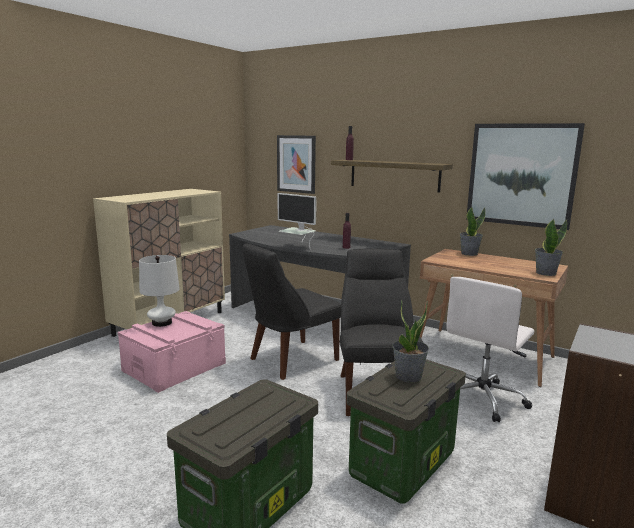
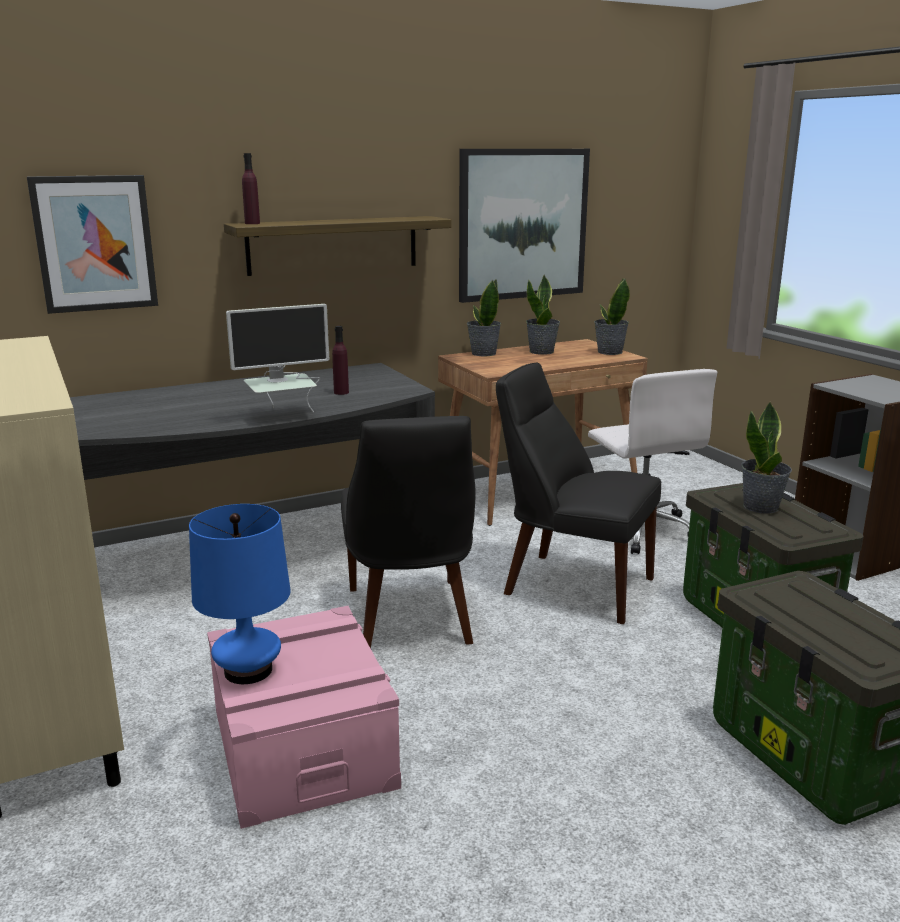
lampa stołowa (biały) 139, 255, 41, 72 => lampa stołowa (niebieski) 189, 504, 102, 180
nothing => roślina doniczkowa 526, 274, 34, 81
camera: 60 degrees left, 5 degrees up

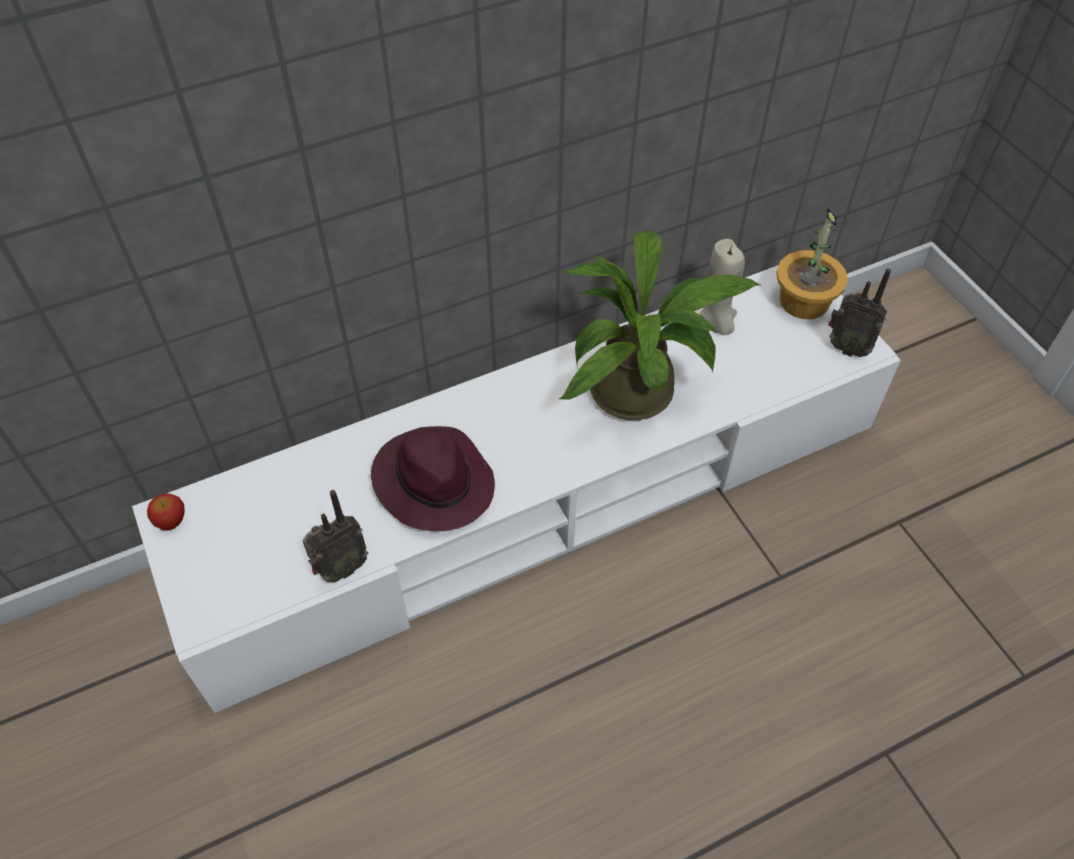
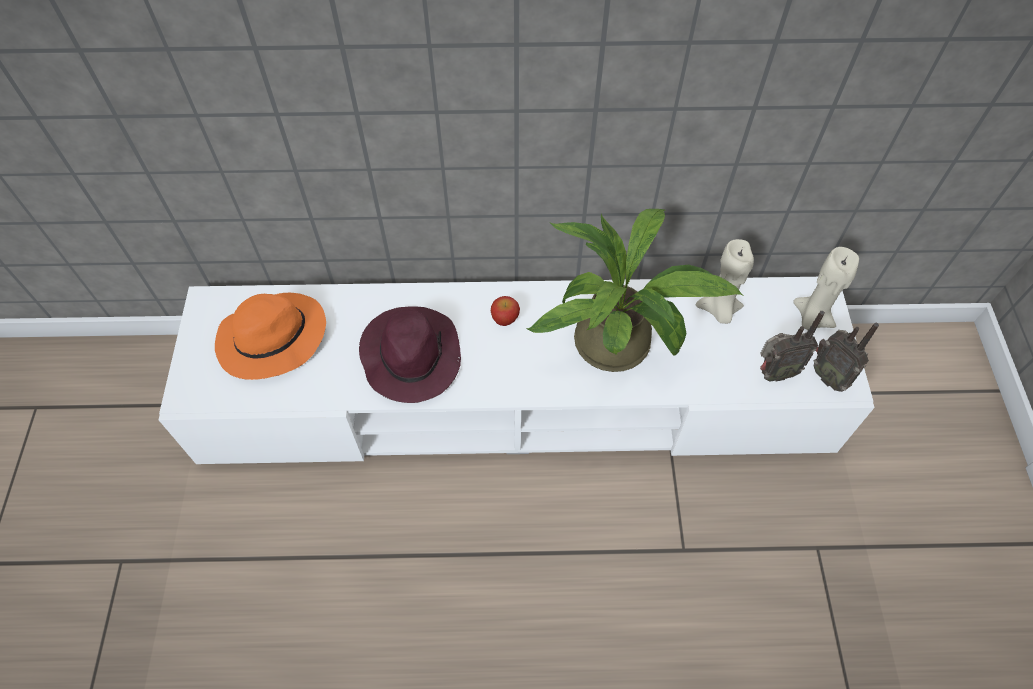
roślina doniczkowa 776, 207, 72, 112 => świeca (beżowy) 793, 247, 66, 83
radio 302, 490, 66, 93 => radio 760, 311, 65, 71, shifted
jabłko 147, 493, 38, 37 => jabłko 491, 296, 29, 30, shifted
nothing => kapelusz (pomarańczowy) 215, 293, 111, 87
camera: 25 degrees right, 5 degrees up

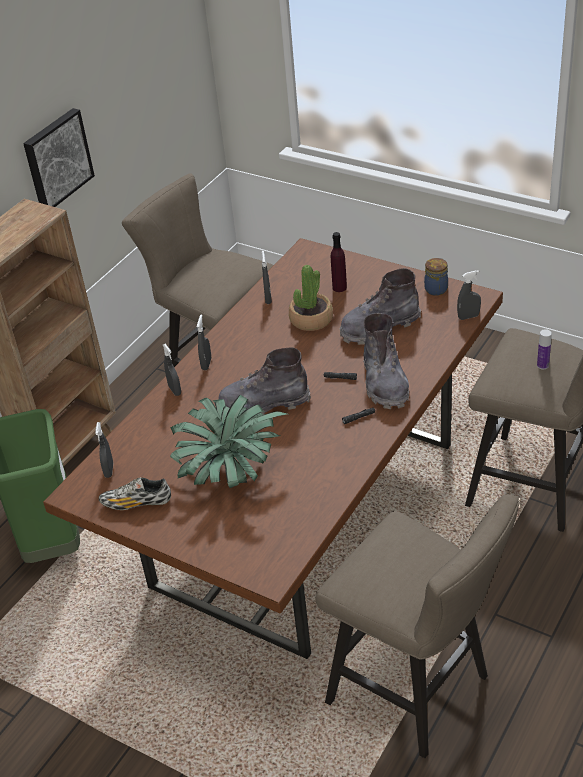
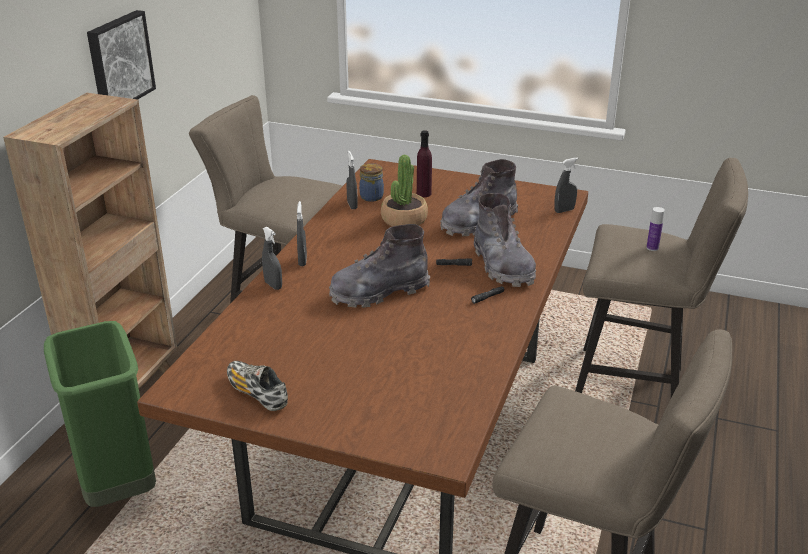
słoik 424, 258, 24, 38 => słoik 359, 163, 25, 39, shifted
roślina doniczkowa 170, 395, 120, 93 => nothing
spryskiwacz (szary) 95, 422, 18, 56 => nothing
but 99, 477, 72, 33 => but 227, 361, 61, 50, 60 degrees clockwise
camera: 15 degrees left, 10 degrees down

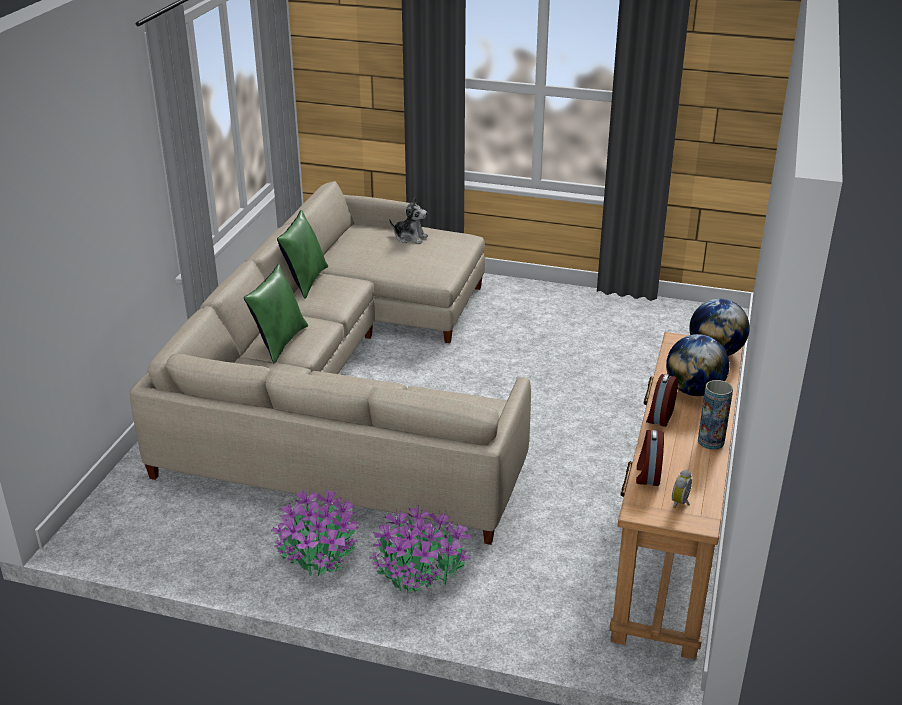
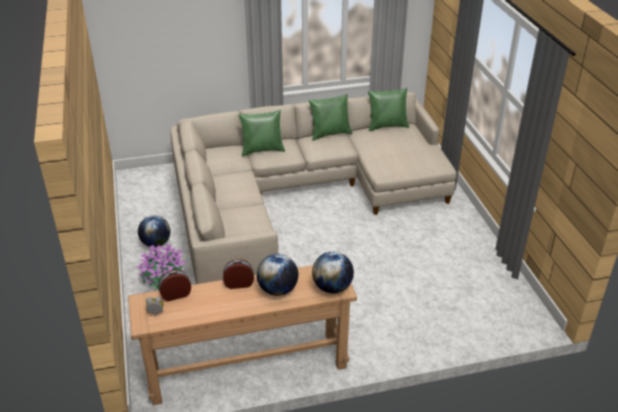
pluszak 389, 197, 39, 47 => nothing
wazon 698, 380, 35, 70 => nothing
roślina doniczkowa 271, 489, 87, 87 => globus 138, 215, 32, 32
nothing => poduszka (zielony) 368, 88, 41, 43
camera: 60 degrees right, 5 degrees up

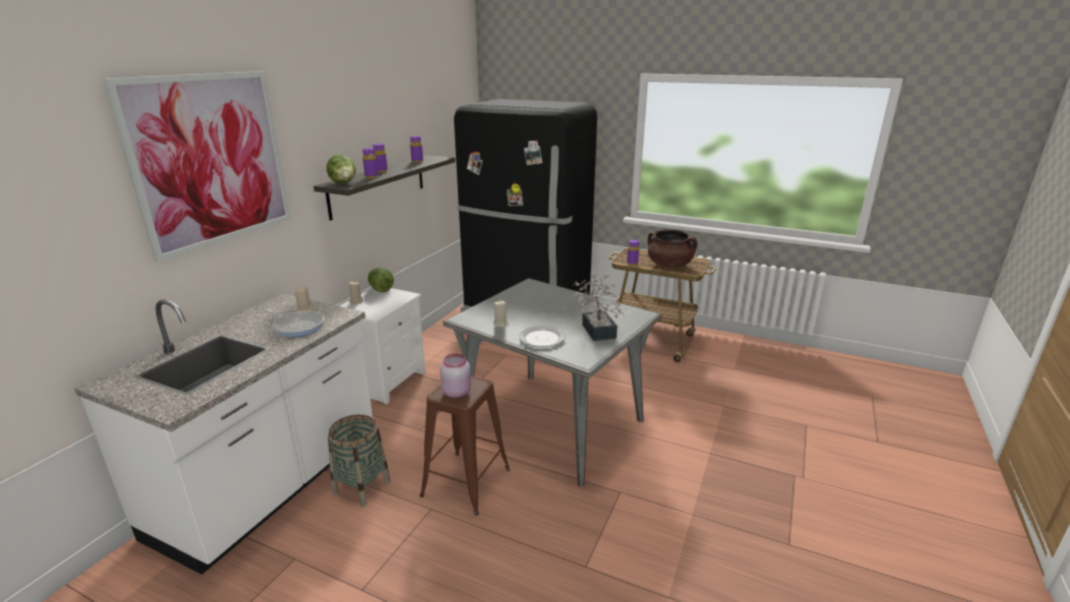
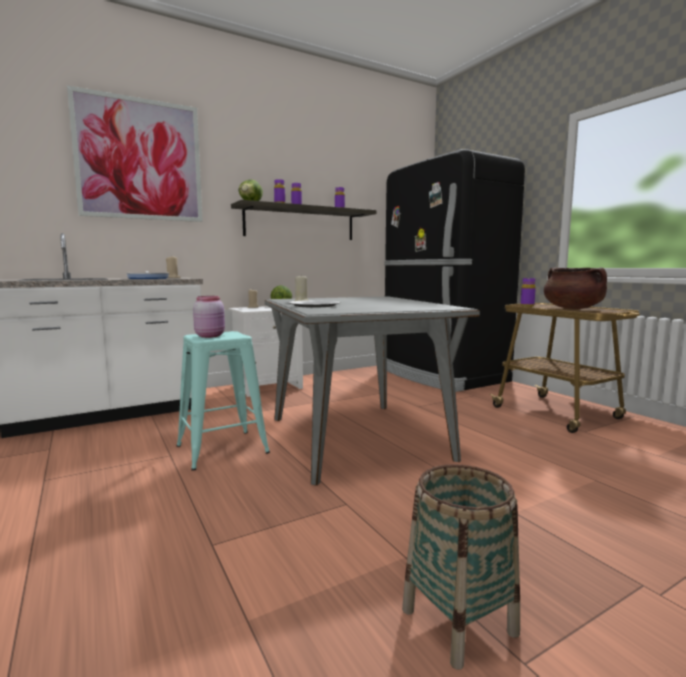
roślina doniczkowa 573, 274, 52, 67 => nothing
stołek (brązowy) 420, 376, 90, 140 => stołek (turkusowy) 177, 331, 93, 139
koszyk 328, 415, 63, 92 => koszyk 402, 464, 118, 206, shifted
camera: 35 degrees right, 15 degrees down

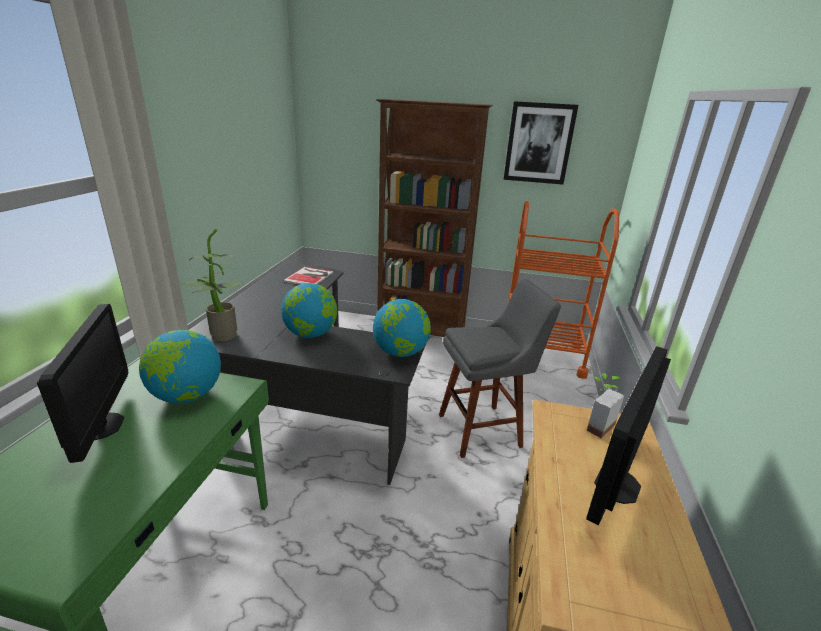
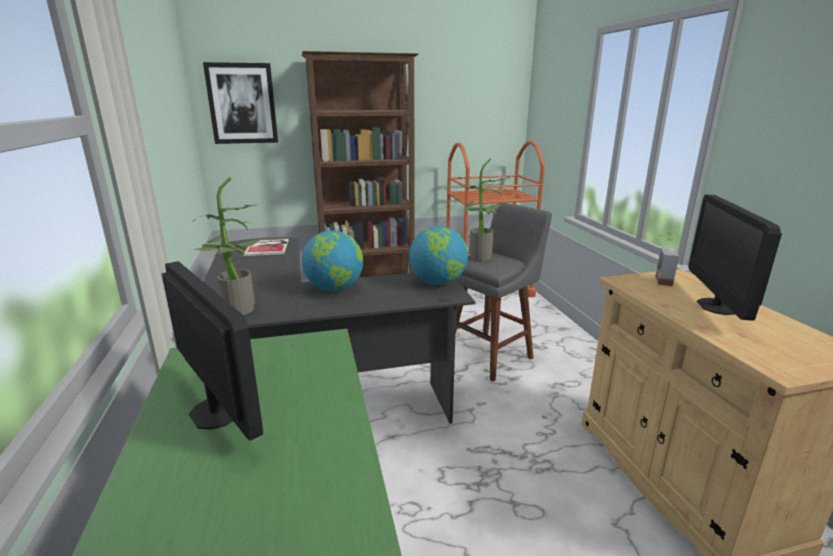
obraz 504, 101, 74, 84 => obraz 203, 62, 75, 82, shifted
globus 139, 330, 82, 73 => nothing
nothing => roślina doniczkowa 464, 158, 48, 103
camera: 25 degrees left, 5 degrees down

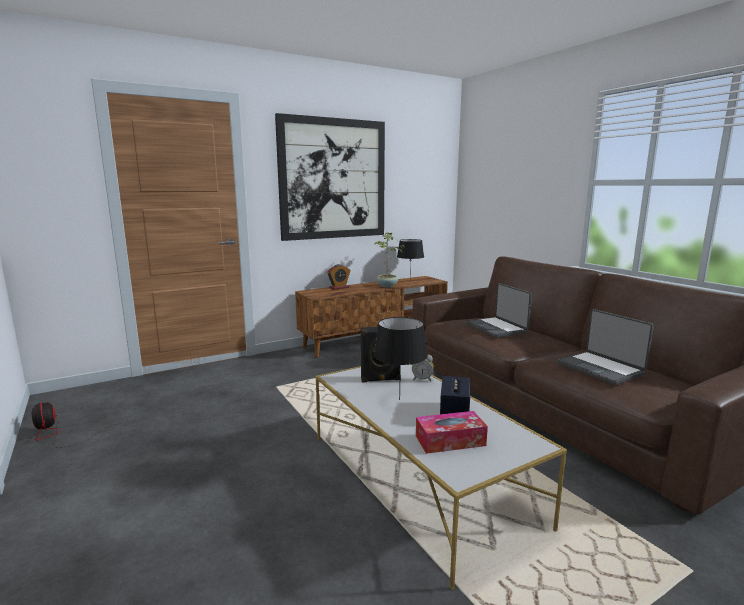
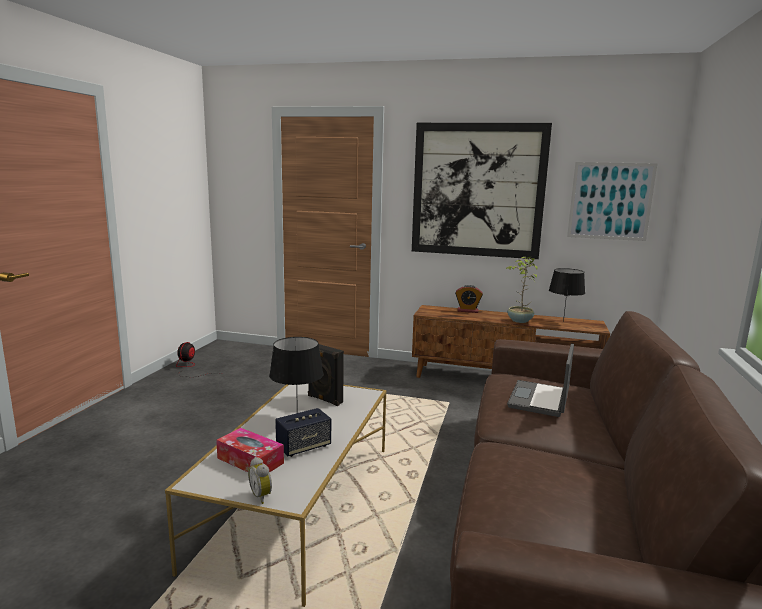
laptop 557, 309, 97, 76 => nothing
budzik 412, 355, 22, 27 => budzik 248, 457, 24, 47, shifted
nothing => obraz 567, 162, 90, 79
camera: 45 degrees right, 0 degrees up

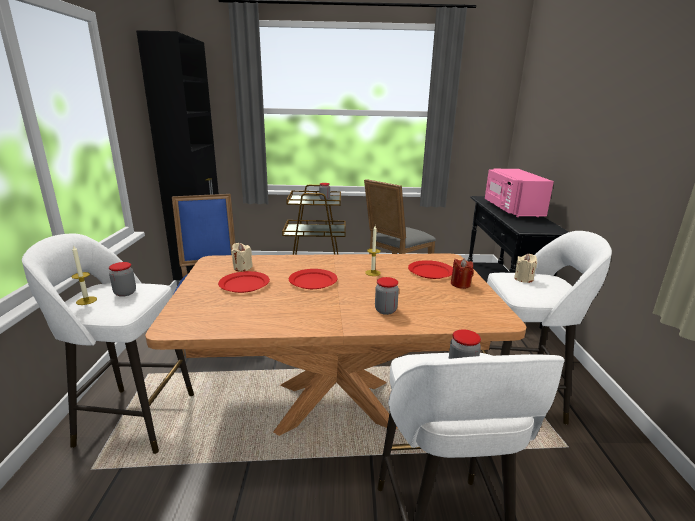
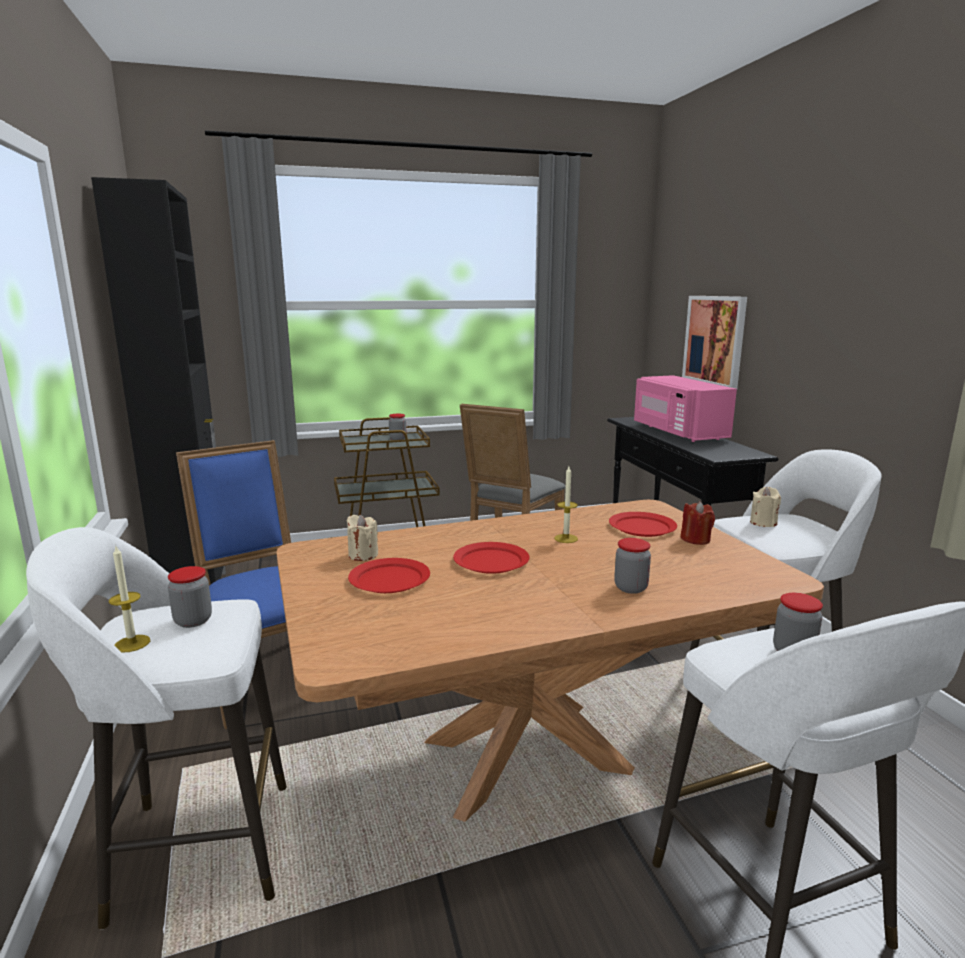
nothing => obraz 682, 296, 65, 93
camera: 15 degrees left, 5 degrees down

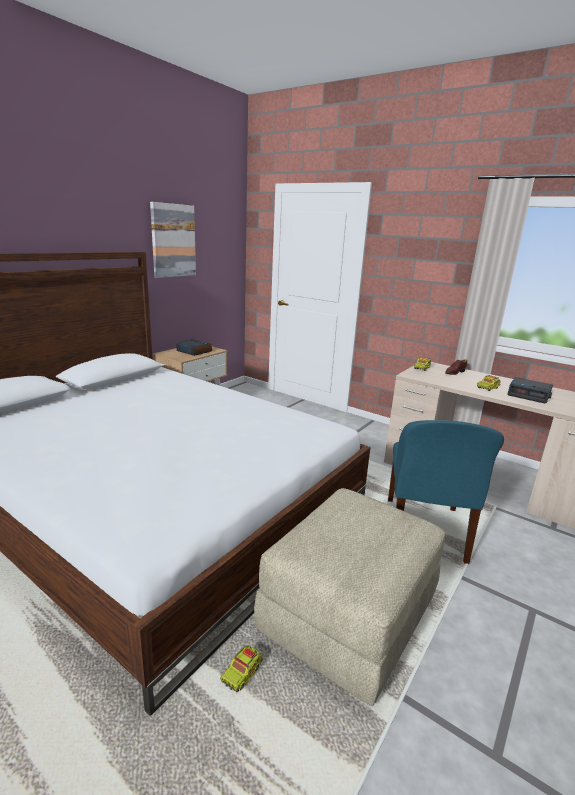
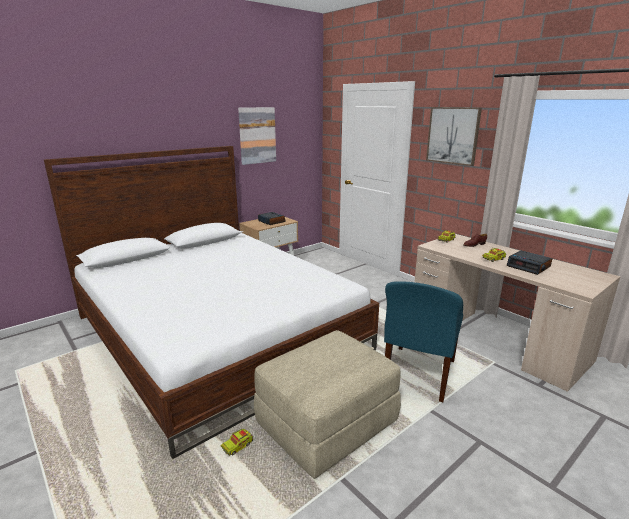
nothing => obraz 426, 107, 56, 59
camera: 15 degrees right, 0 degrees up

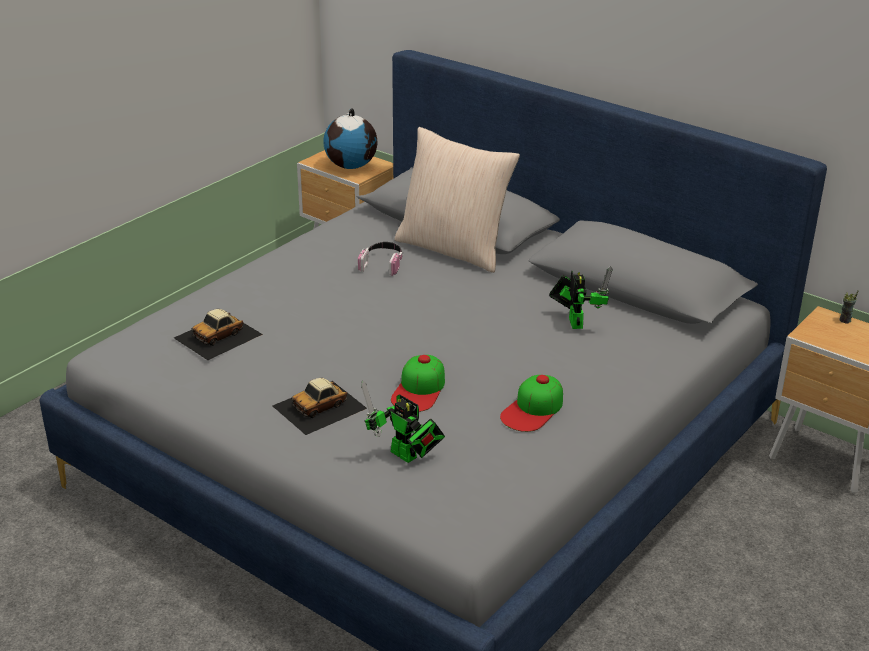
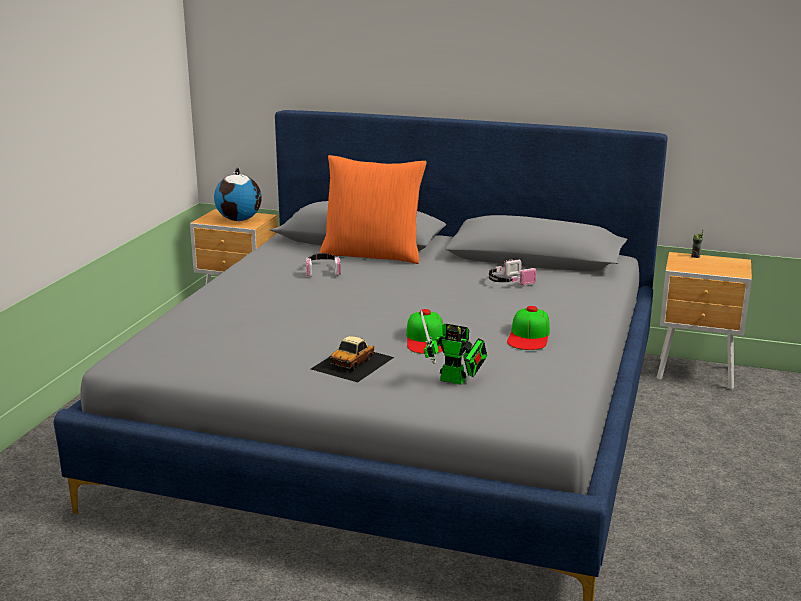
poduszka (beżowy) 395, 127, 125, 146 => poduszka (pomarańczowy) 320, 155, 106, 109
robot zabawkowy 549, 266, 64, 63 => słuchawki 489, 259, 48, 27
samochodzik 174, 309, 89, 51 => nothing
camera: 20 degrees left, 10 degrees down

